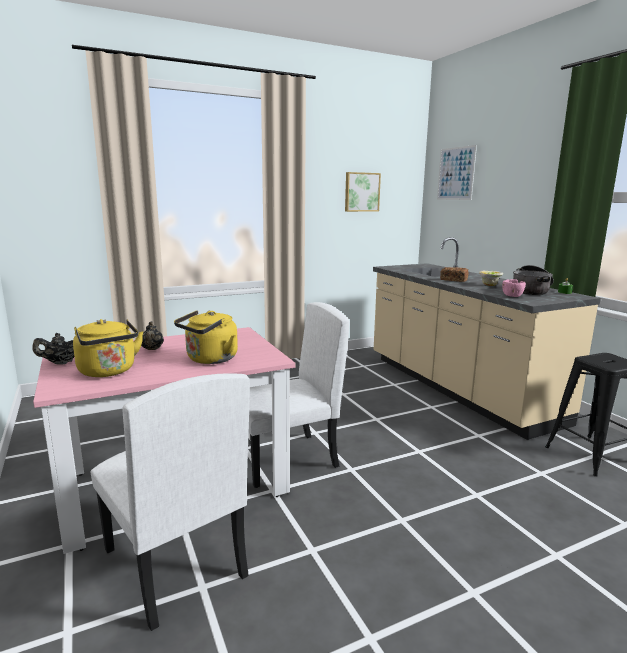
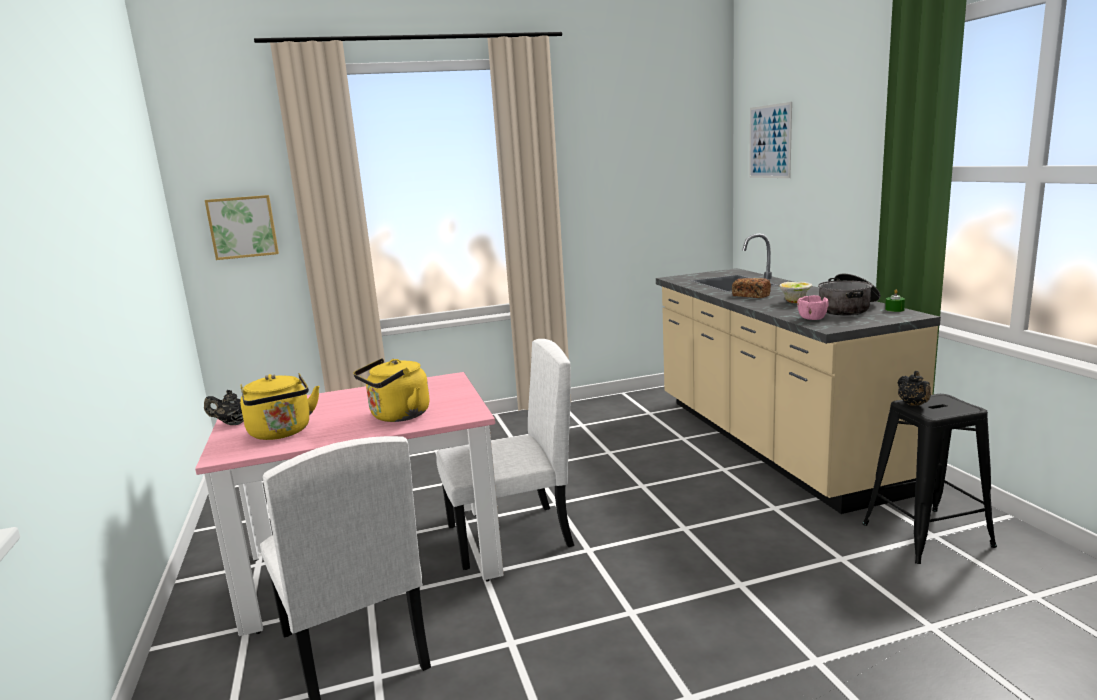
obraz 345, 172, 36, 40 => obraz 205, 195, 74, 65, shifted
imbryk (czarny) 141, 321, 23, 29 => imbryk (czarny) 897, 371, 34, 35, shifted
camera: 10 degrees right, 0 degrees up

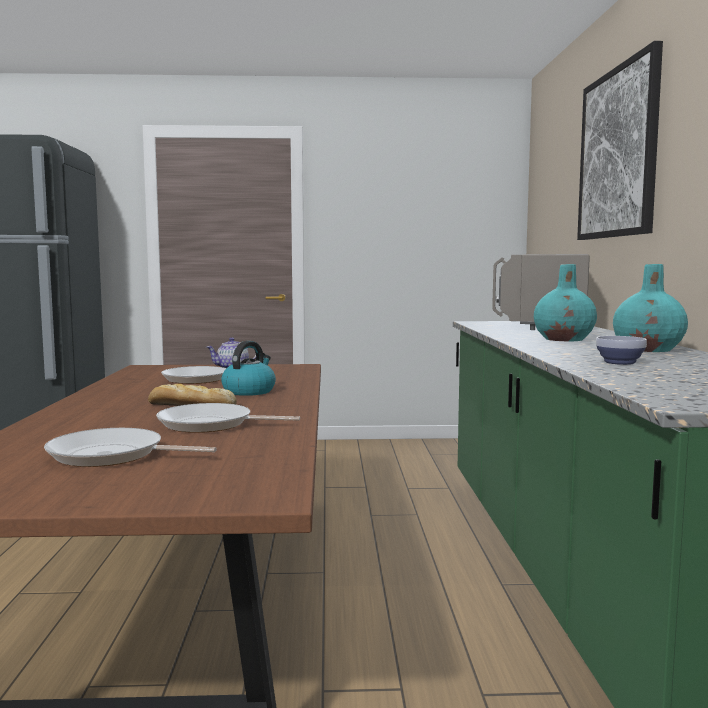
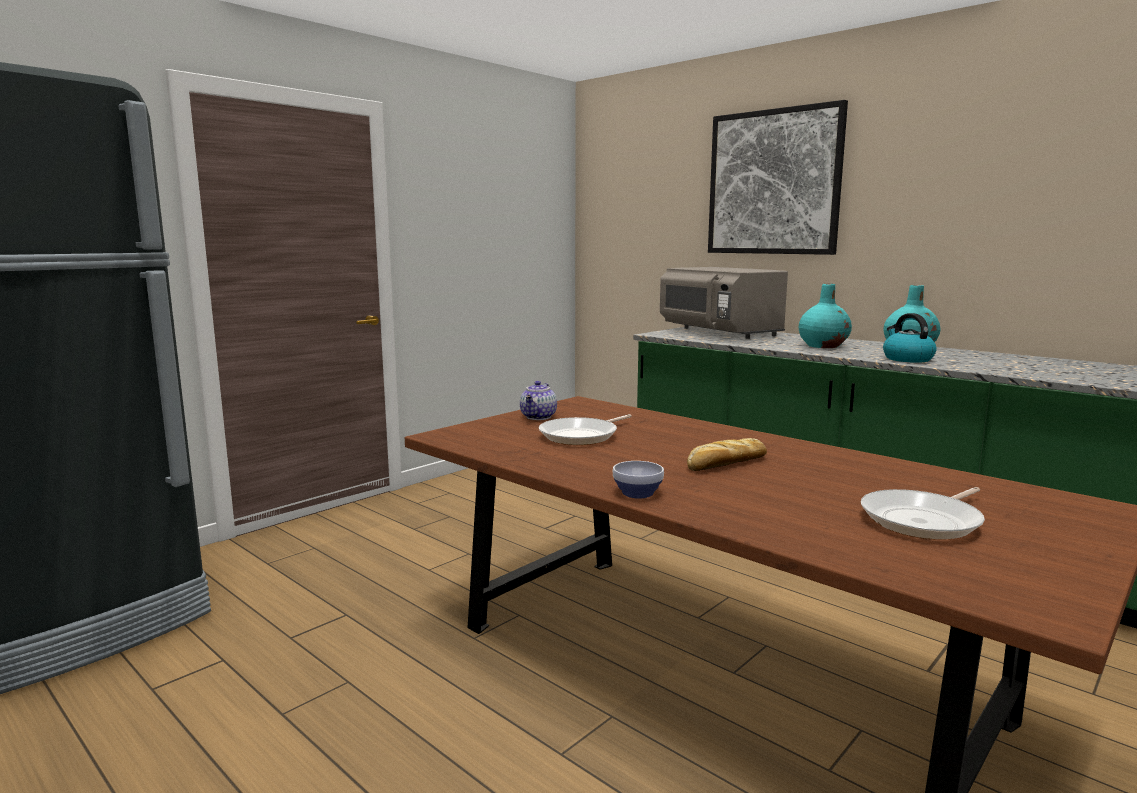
miska 596, 336, 51, 29 => miska 613, 461, 51, 38, shifted
czajnik 221, 341, 55, 55 => czajnik 883, 313, 53, 50, shifted
patelnia 156, 403, 144, 30 => nothing
camera: 45 degrees left, 5 degrees up

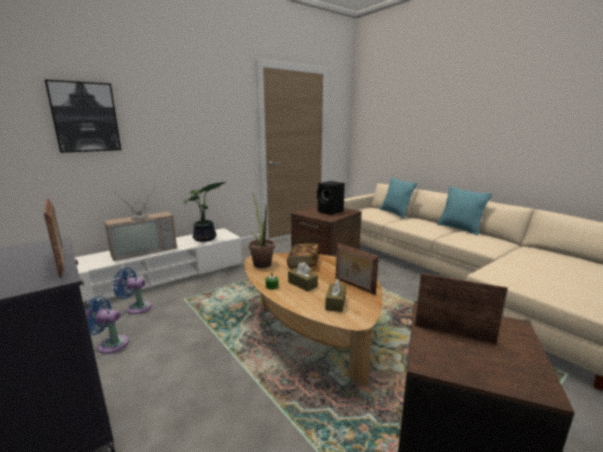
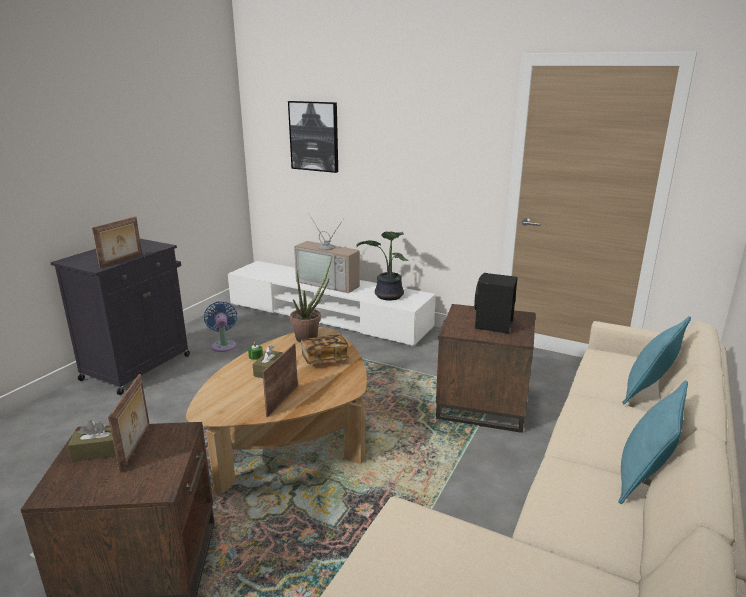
wentylator (niebieski) 113, 267, 39, 47 => nothing
pudełko chusteczek (brązowy) 325, 279, 21, 33 => pudełko chusteczek (brązowy) 68, 420, 48, 42, shifted
camera: 65 degrees right, 5 degrees up

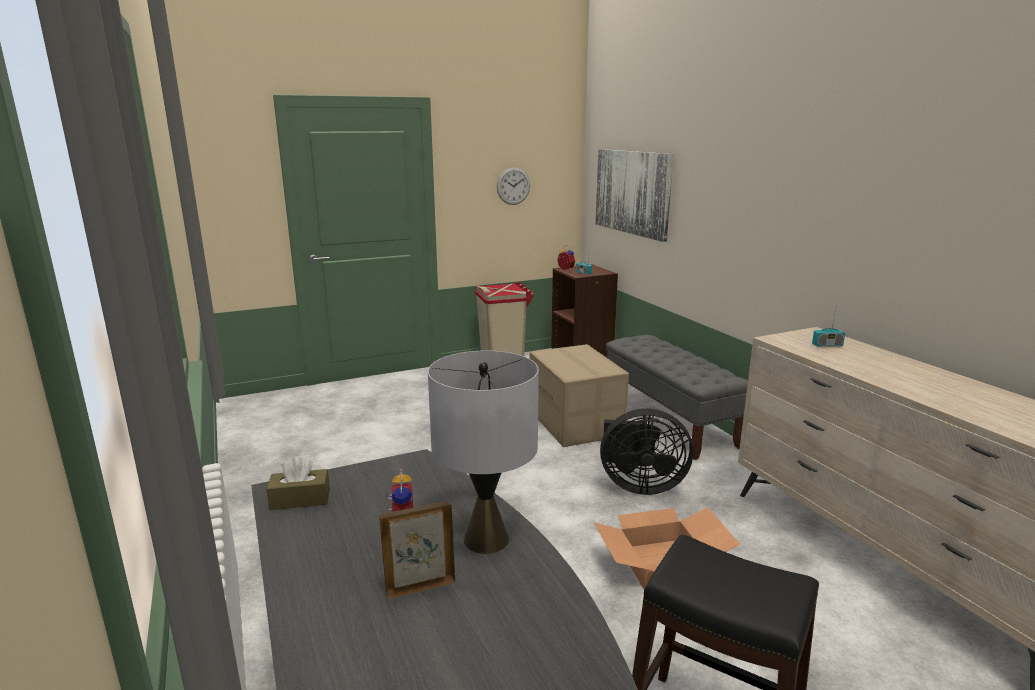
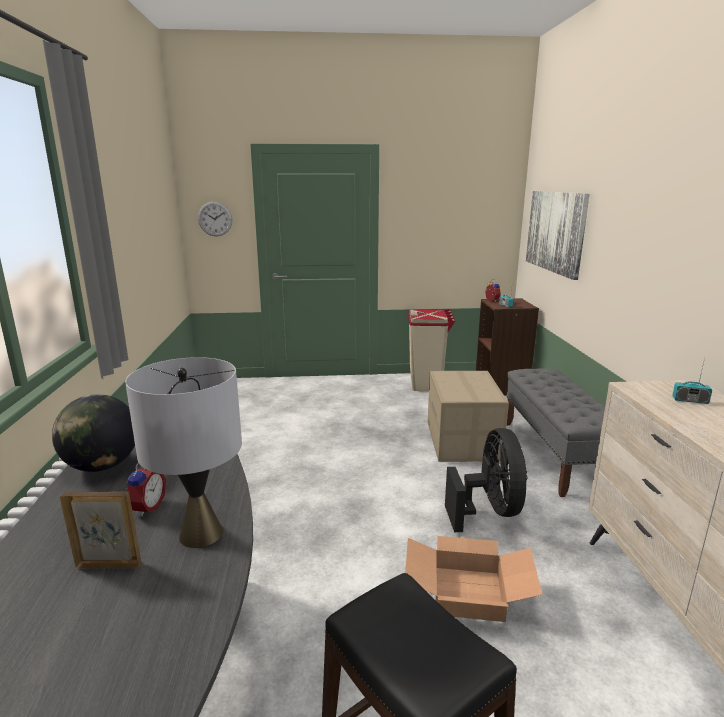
zegar ścienny 497, 167, 33, 38 => zegar ścienny 198, 201, 34, 35, shifted
wentylator (czarny) 600, 409, 93, 86 => wentylator (czarny) 445, 428, 83, 104, 120 degrees counterclockwise
pudełko chusteczek (brązowy) 267, 456, 63, 54 => globus 52, 394, 83, 78
camera: 20 degrees right, 0 degrees up

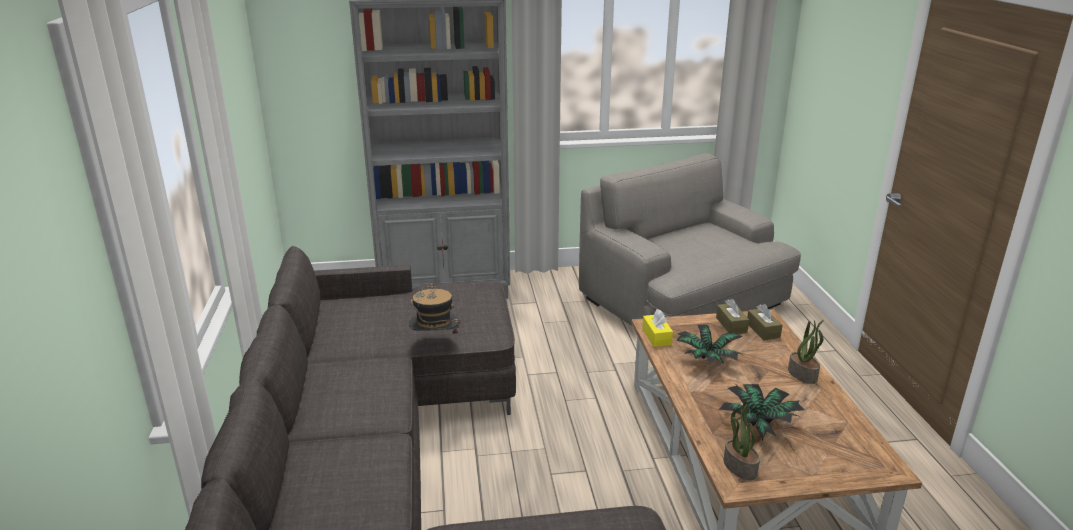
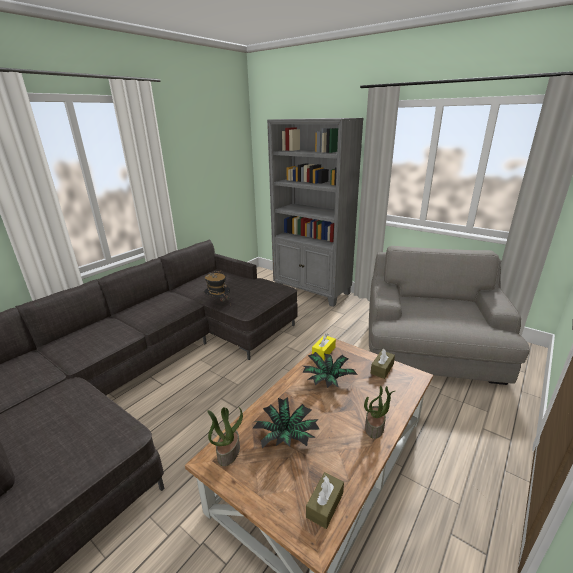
pudełko chusteczek (brązowy) 747, 304, 36, 36 => pudełko chusteczek (brązowy) 306, 472, 38, 57, shifted
camera: 45 degrees right, 0 degrees up

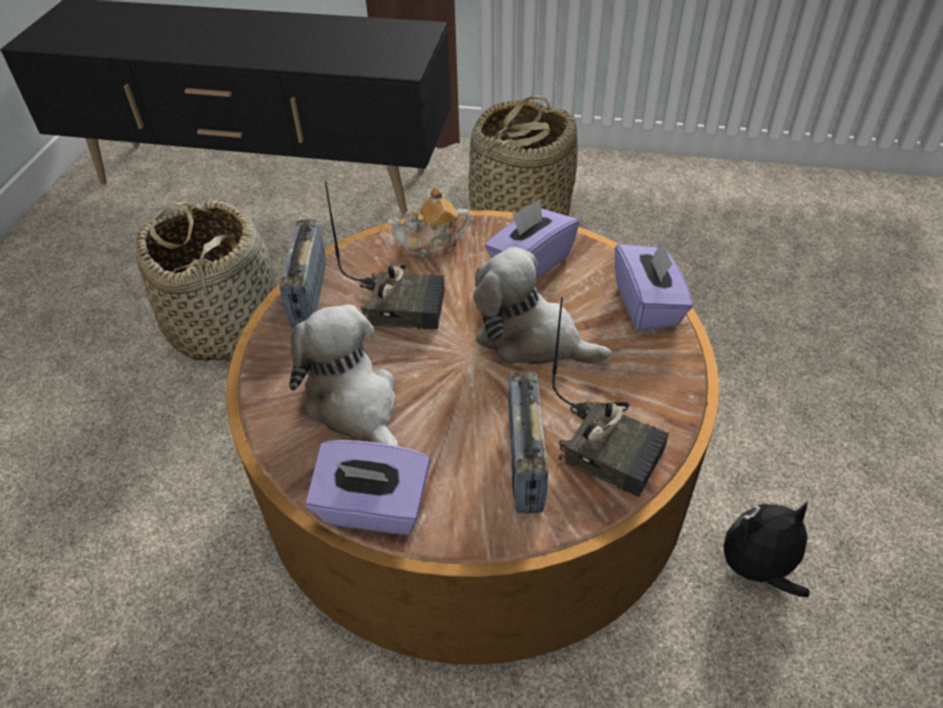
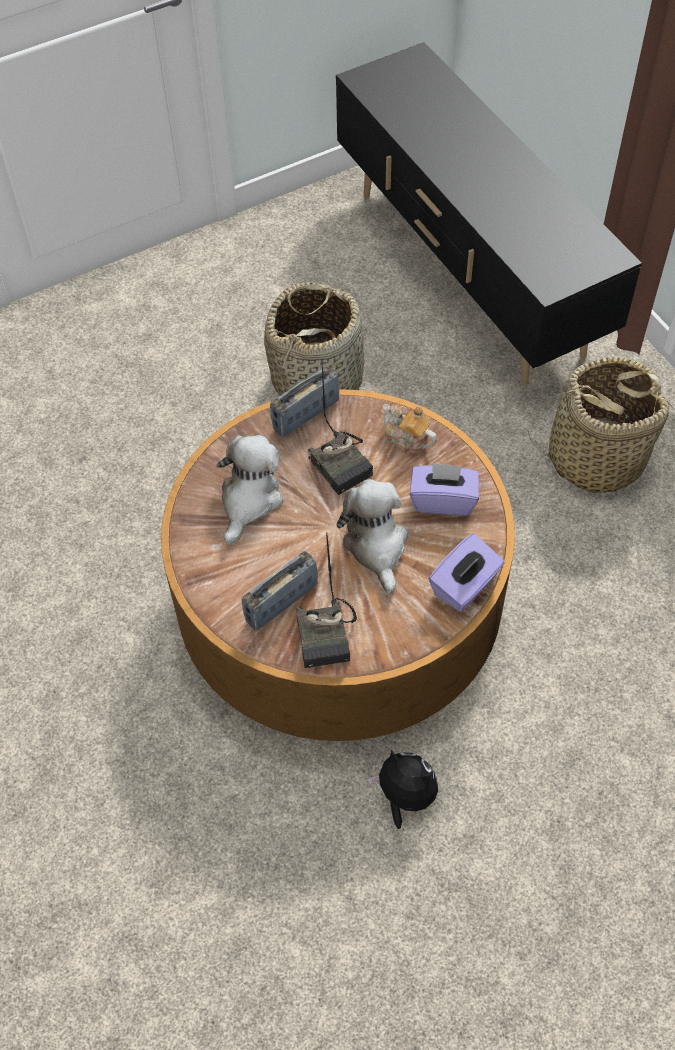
pudełko chusteczek (fioletowy) 306, 440, 125, 95 => nothing
camera: 50 degrees right, 10 degrees up

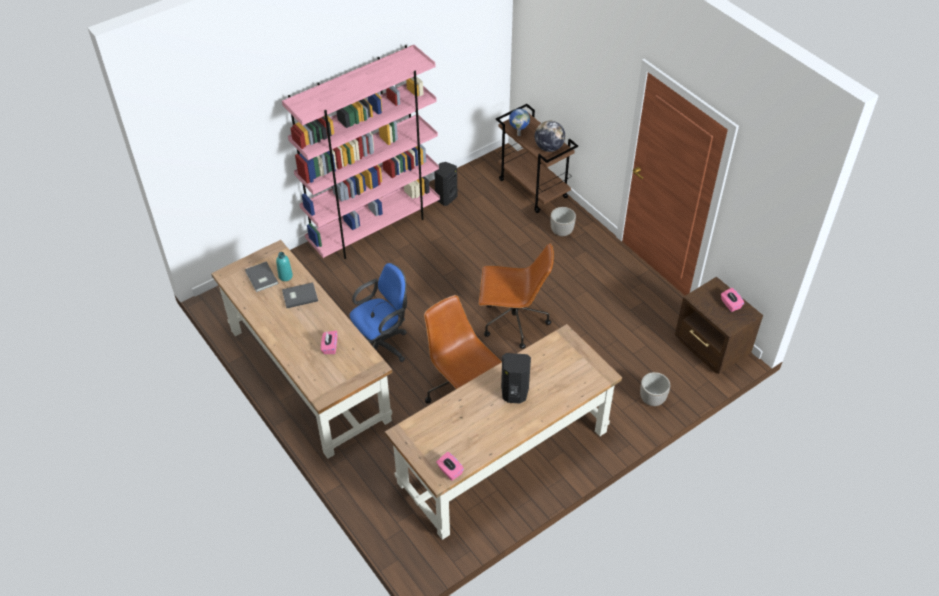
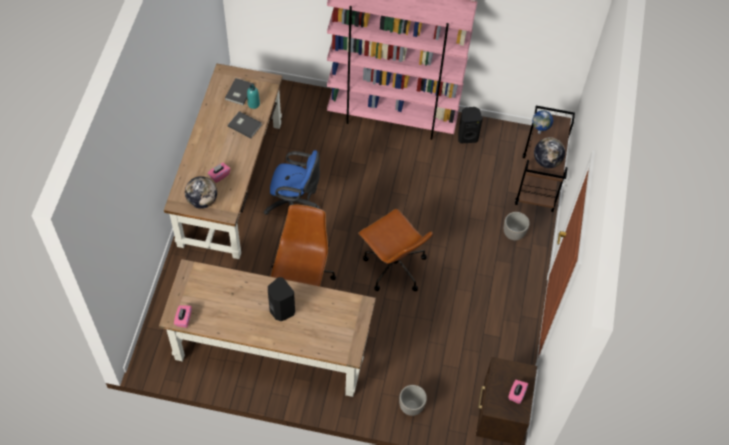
nothing => globus 185, 176, 32, 33
camera: 45 degrees right, 10 degrees up

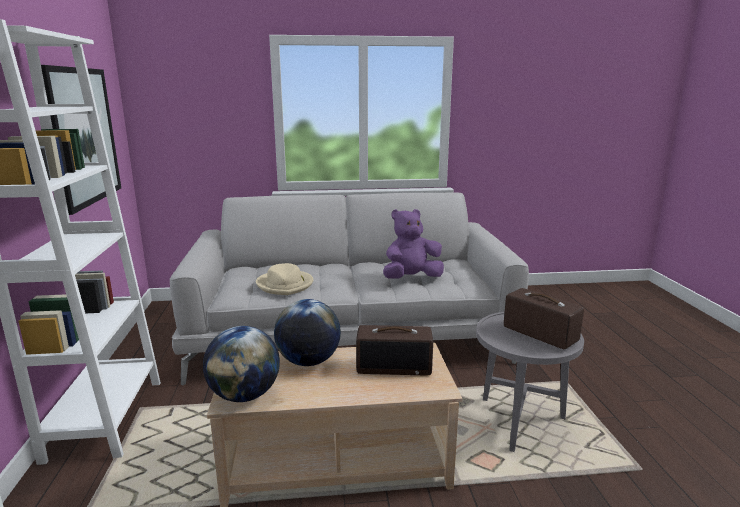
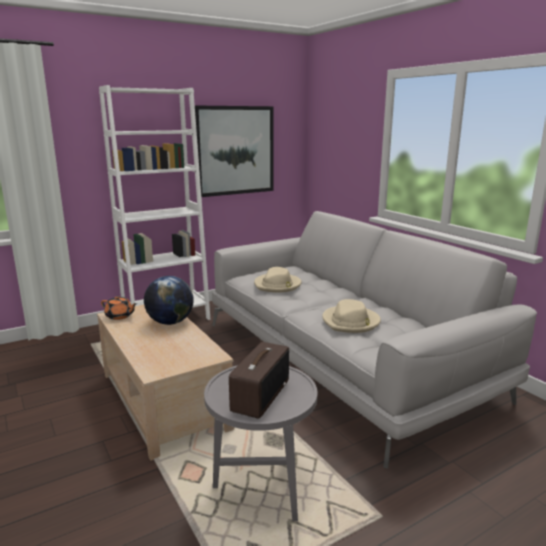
pluszak (fioletowy) 383, 209, 61, 70 => kapelusz (beżowy) 322, 299, 59, 34
radio 356, 325, 77, 50 => nothing
globus 203, 326, 77, 76 => imbryk (pomarańczowy) 101, 296, 36, 24
camera: 65 degrees right, 0 degrees up

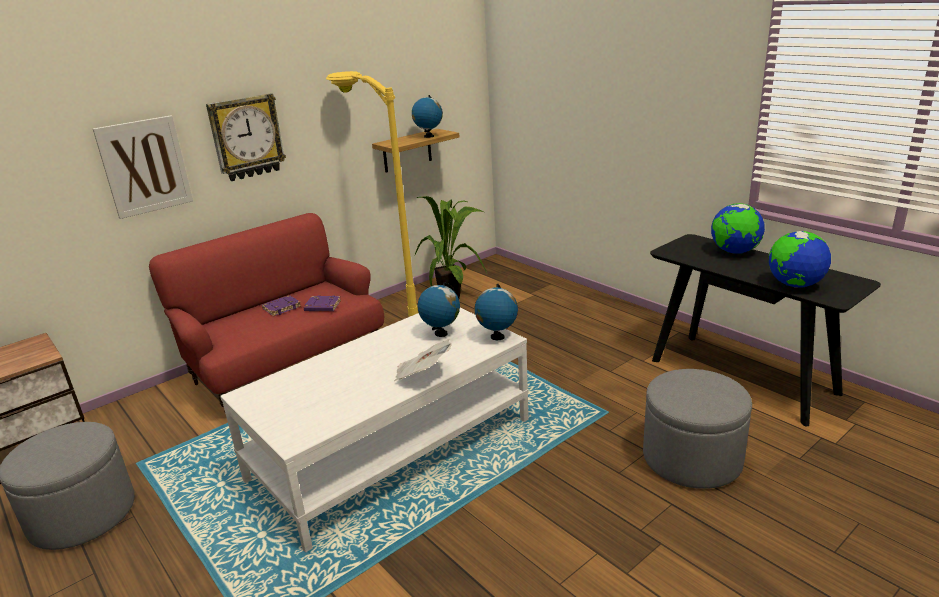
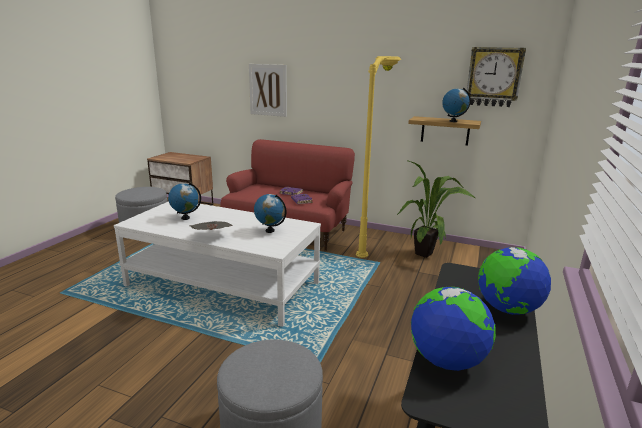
zegar ścienny 206, 93, 80, 88 => zegar ścienny 466, 47, 60, 60, shifted
globus 475, 284, 43, 56 => globus 168, 182, 33, 38, shifted
camera: 60 degrees right, 5 degrees down

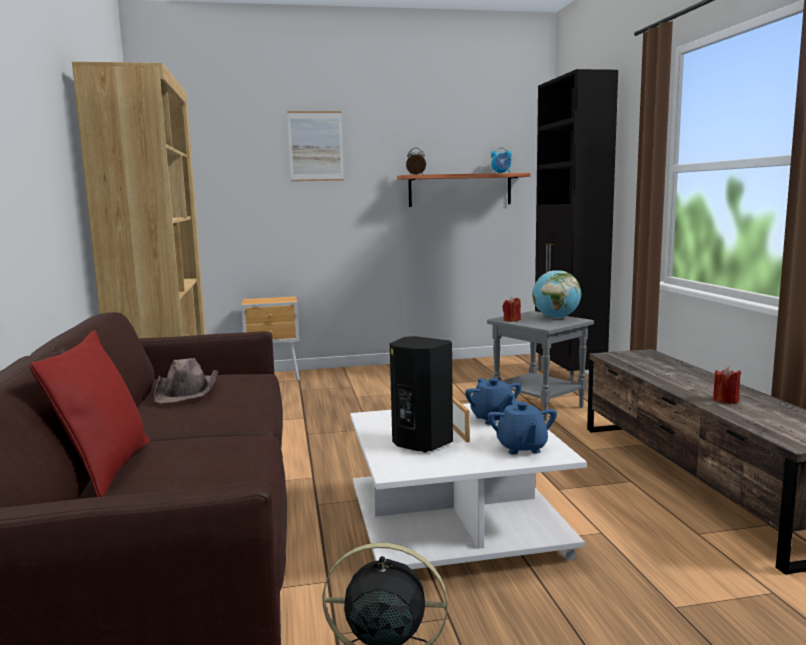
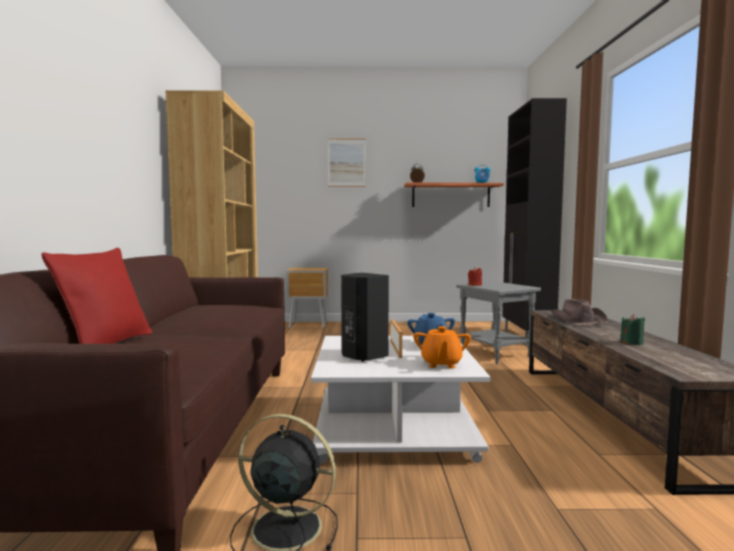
globus 532, 270, 49, 48 => nothing
kapelusz (brązowy) 154, 358, 64, 46 => kapelusz (brązowy) 551, 299, 57, 27, shifted
świeca (czerwony) 713, 366, 28, 38 => świeca (zielony) 620, 314, 25, 31
imbryk (niebieski) 487, 400, 70, 55 => imbryk (pomarańczowy) 413, 326, 58, 43
camera: 10 degrees right, 5 degrees down

